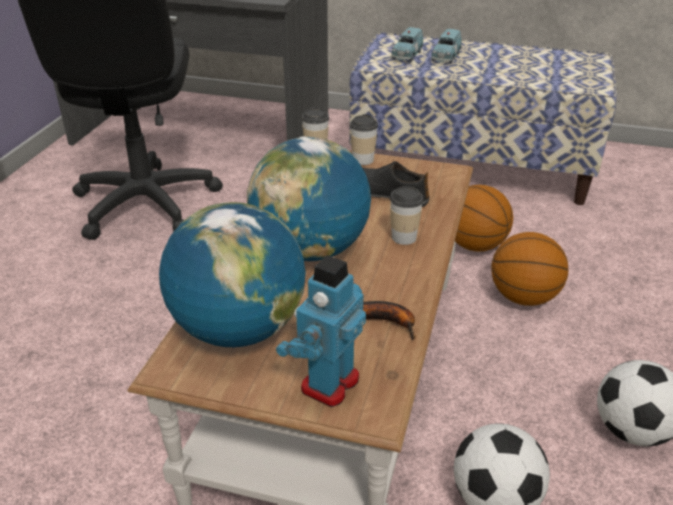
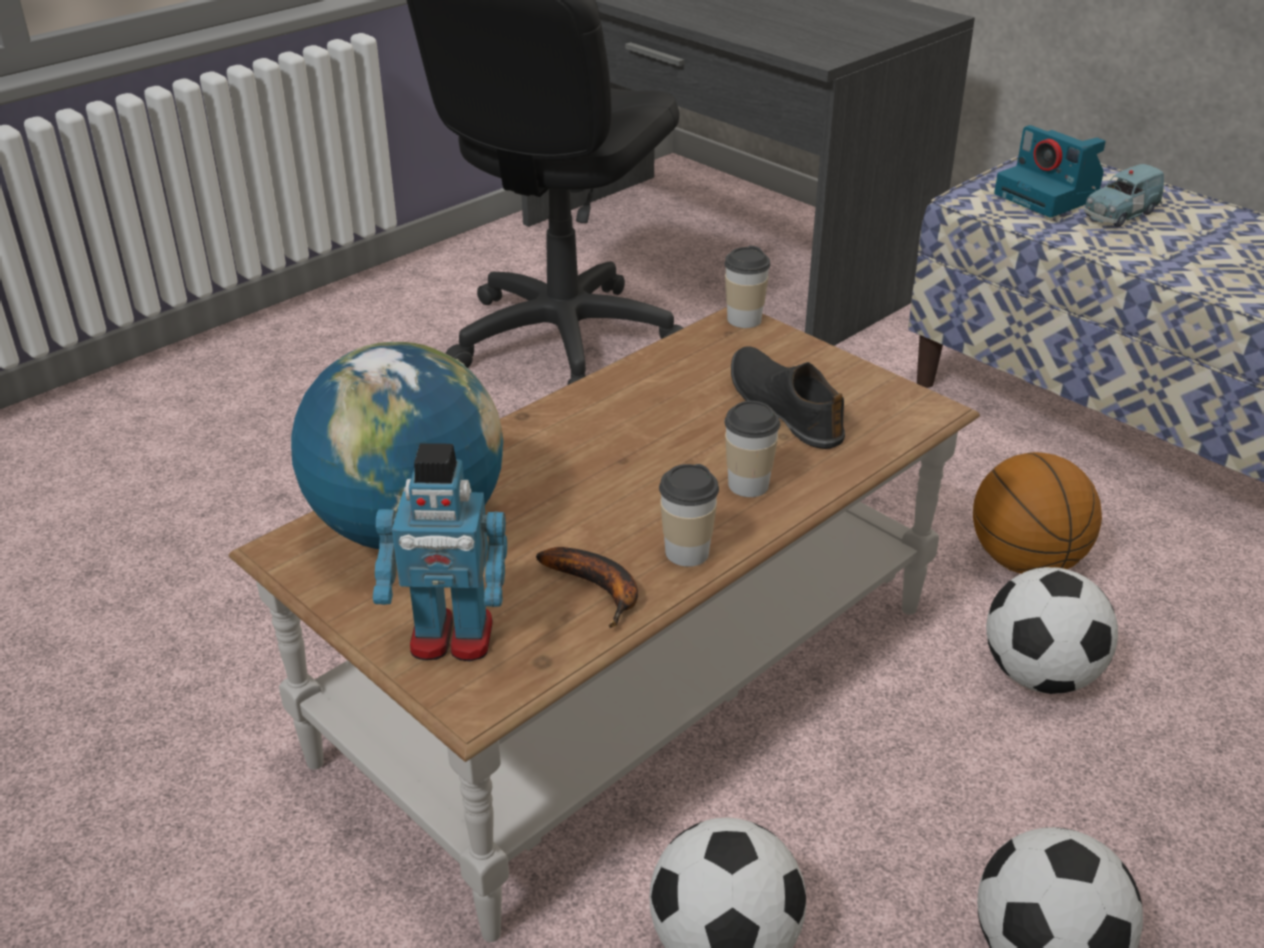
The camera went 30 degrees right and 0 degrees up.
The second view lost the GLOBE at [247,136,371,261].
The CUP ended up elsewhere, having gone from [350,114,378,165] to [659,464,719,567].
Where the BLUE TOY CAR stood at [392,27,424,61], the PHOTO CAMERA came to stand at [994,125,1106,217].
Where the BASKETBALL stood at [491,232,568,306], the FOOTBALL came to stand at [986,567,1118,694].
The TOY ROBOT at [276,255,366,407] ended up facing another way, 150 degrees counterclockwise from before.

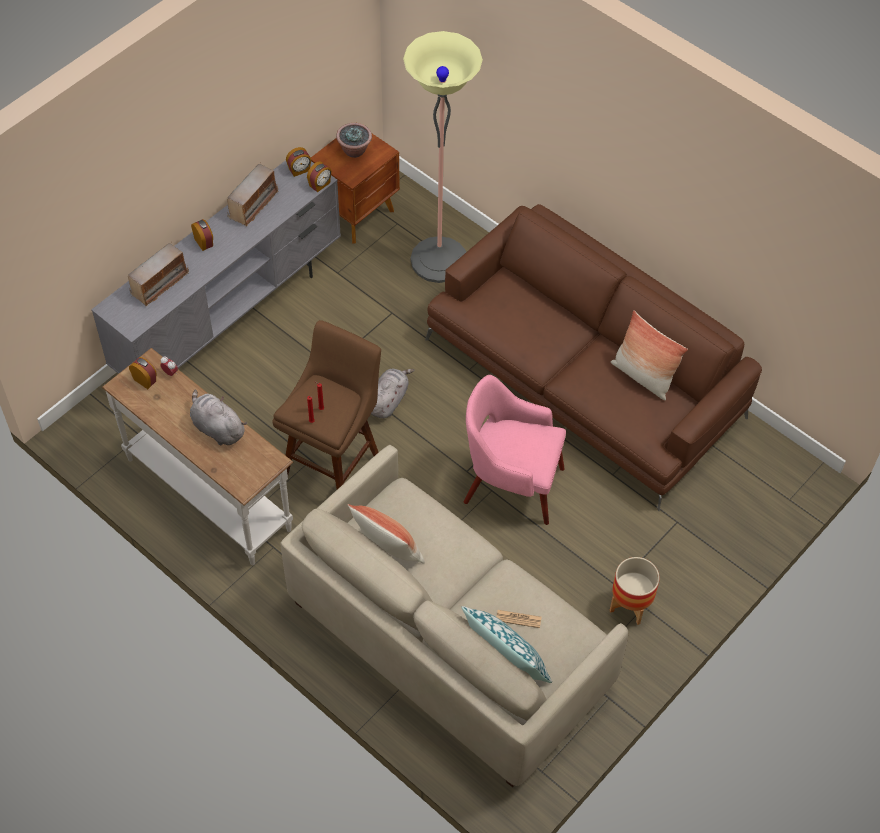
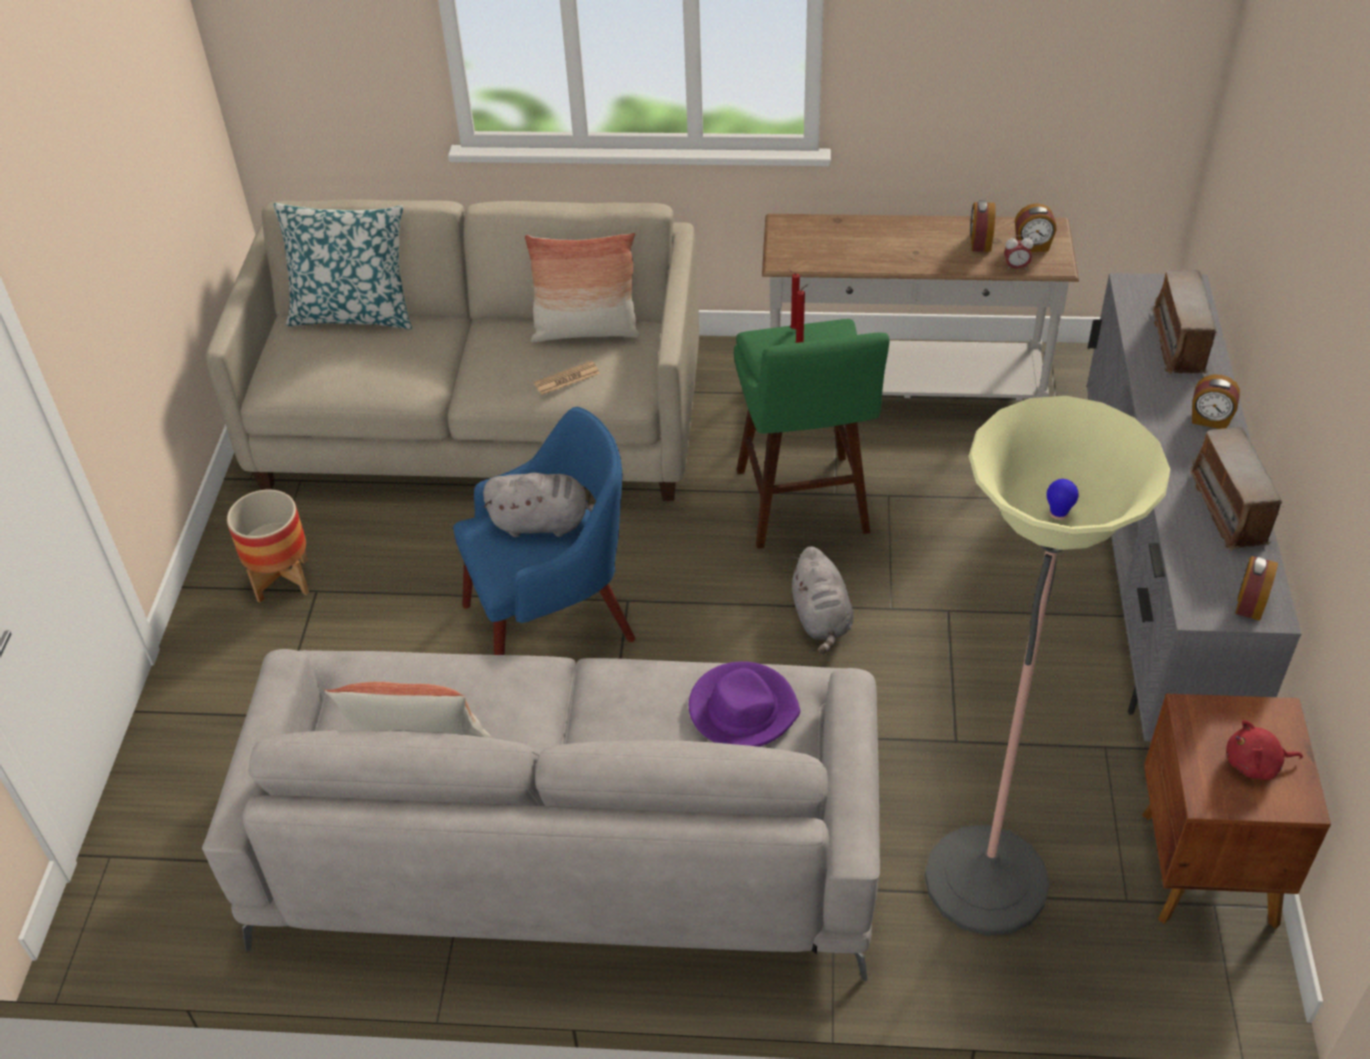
The camera went 145 degrees right and 10 degrees down.
The second view gained the PURPLE HAT at [689,661,800,747].
The GREY PLUSH TOY ended up elsewhere, having gone from [190,390,247,445] to [483,472,594,537].
The ALARM CLOCK ended up elsewhere, having gone from [307,161,332,192] to [970,200,995,252].
The NEWSPAPER ended up elsewhere, having gone from [497,610,542,628] to [534,361,600,395].
Where the POTTED PLANT stood at [336,123,372,158], the RED PLUSH TOY came to stand at [1226,720,1303,780].
What was the BROWN STOOL at [272,320,381,489] turned into the GREEN STOOL at [734,319,890,549].
What was the BROWN SOFA at [425,204,762,511] turned into the GREY SOFA at [202,649,880,982].
What was the PINK ARMCHAIR at [464,375,566,525] turned into the BLUE ARMCHAIR at [453,407,635,655].

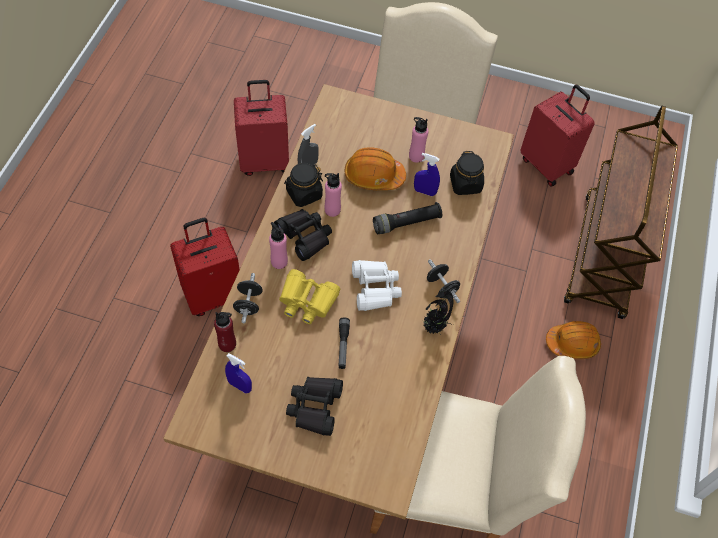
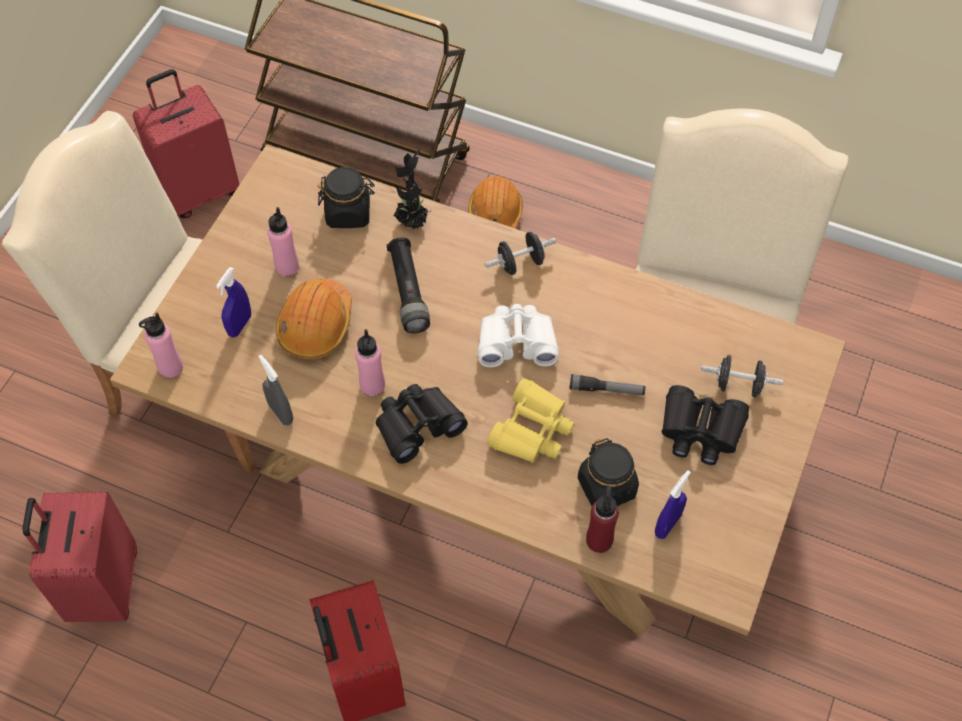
The camera went 80 degrees left and 0 degrees up.
The BLACK DUMBBELL ended up elsewhere, having gone from [233,273,263,323] to [701,355,783,397].
The PINK BOTTLE ended up elsewhere, having gone from [269,222,288,269] to [139,313,183,378].
The BLACK JAR ended up elsewhere, having gone from [284,163,323,207] to [578,438,639,506].
The BLUE SPRAY BOTTLE ended up elsewhere, having gone from [414,153,440,196] to [216,267,251,337].
The POTTED PLANT ended up elsewhere, having gone from [424,289,453,335] to [393,150,431,230].

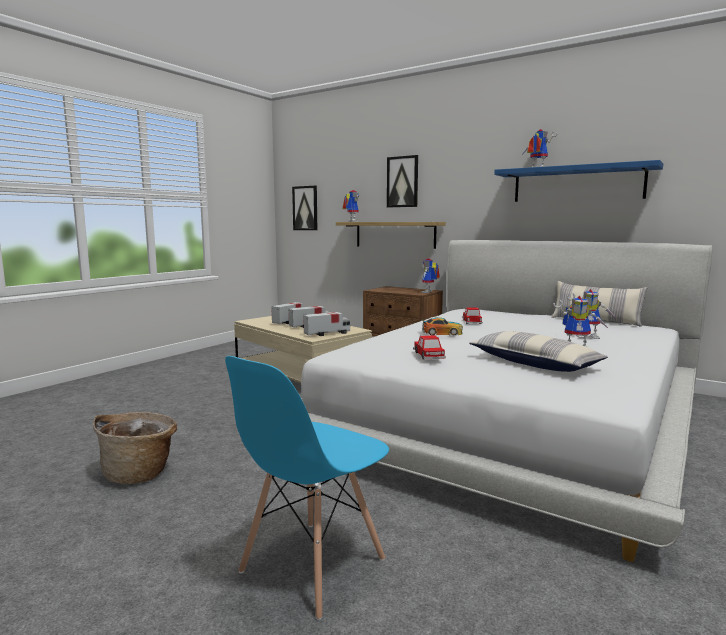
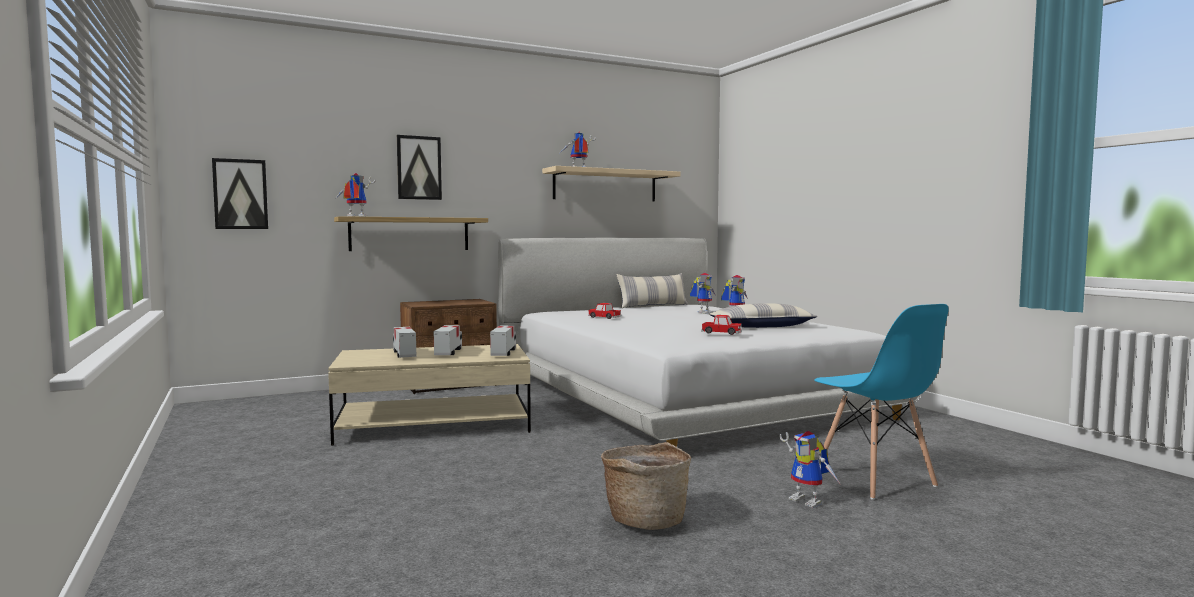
The camera went 60 degrees left and 5 degrees down.
The second view lost the TOY CAR at [422,317,463,336].
The TOY ROBOT ended up elsewhere, having gone from [422,258,440,293] to [779,431,841,508].
What was the BLUE SHELF at [494,160,663,202] turned into the BEIGE SHELF at [542,166,681,202].

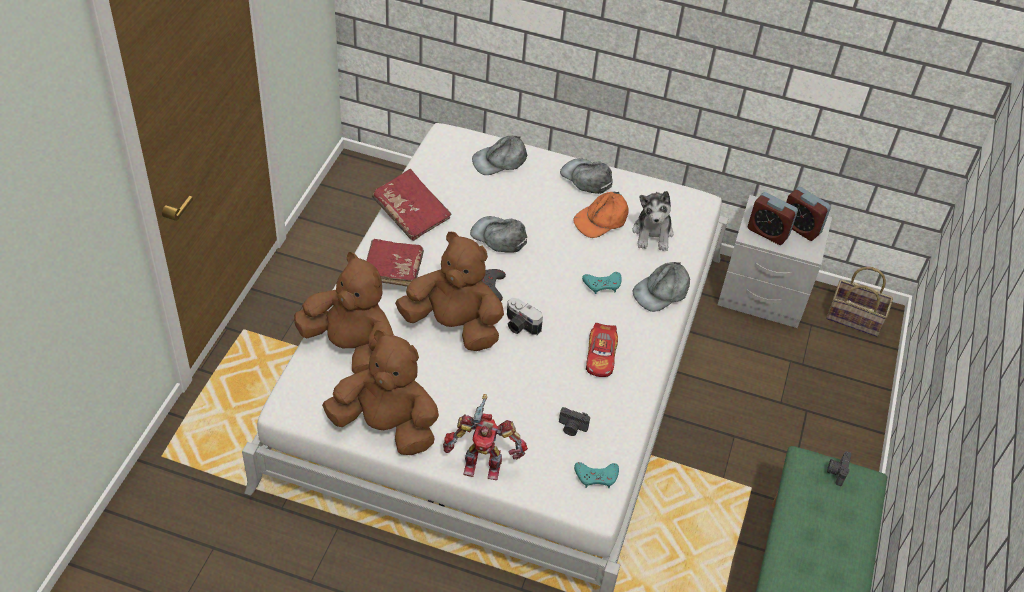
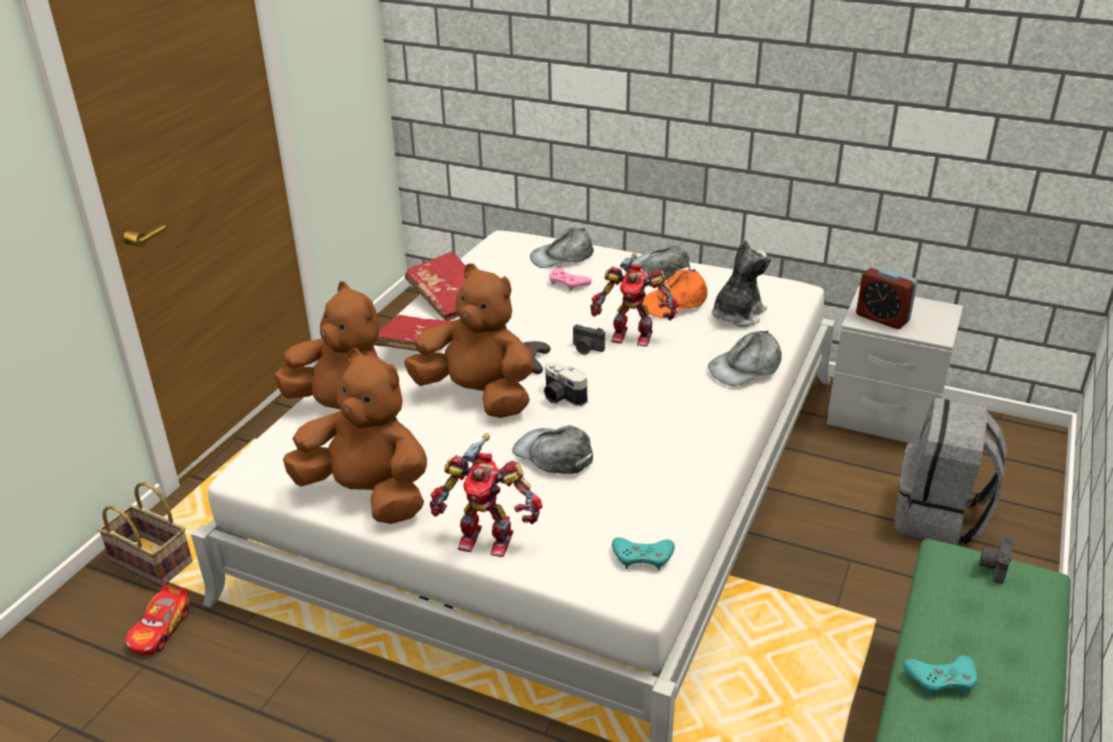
The camera went 10 degrees right and 15 degrees down.
The second view lost the ALARM CLOCK at [786,187,831,241].
The second view gained the PINK GAME CONTROLLER at [549,268,592,291].
The second view gained the TOY ROBOT at [590,253,679,347].
The second view gained the GREY BACKPACK at [895,398,1007,545].
The GREY CAP ended up elsewhere, having gone from [470,216,527,253] to [512,425,593,474].
The PHOTO CAMERA ended up elsewhere, having gone from [559,407,590,436] to [573,325,605,355].
The TURQUOISE GAME CONTROLLER ended up elsewhere, having gone from [582,272,622,294] to [903,655,977,697].
The TOY CAR ended up elsewhere, having gone from [586,323,618,377] to [125,584,190,655].
The BASKET ended up elsewhere, having gone from [827,267,893,337] to [98,482,193,587].
The PLUSH TOY at [633,191,673,251] ended up facing another way, 150 degrees counterclockwise from before.

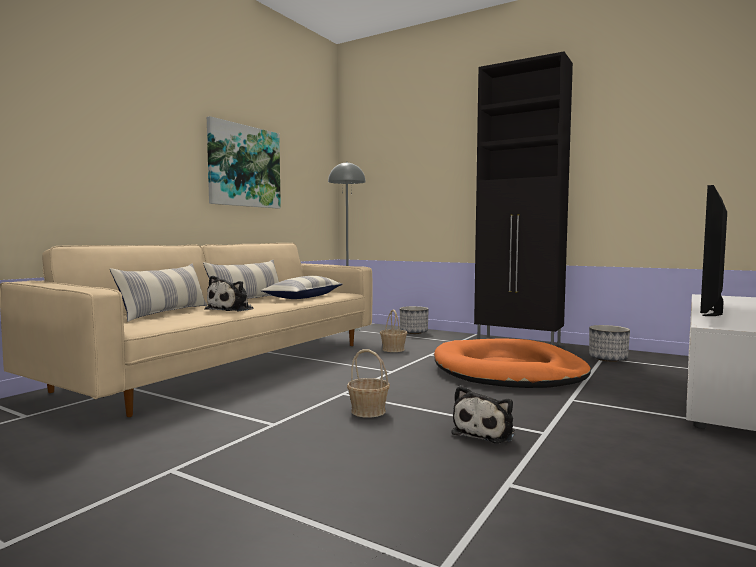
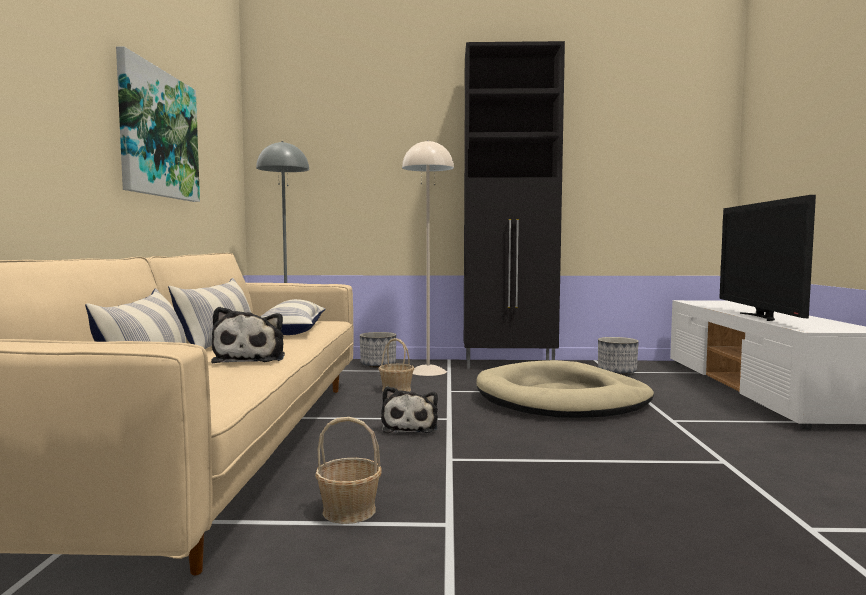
The camera went 30 degrees left and 0 degrees up.
The second view gained the BEIGE FLOOR LAMP at [402,140,454,376].
The BASKET ended up elsewhere, having gone from [347,349,390,418] to [315,417,381,524].
The PLUSH TOY ended up elsewhere, having gone from [451,386,515,443] to [381,386,438,433].
What was the ORANGE DOG BED at [434,338,591,388] turned into the BEIGE DOG BED at [477,360,654,418].

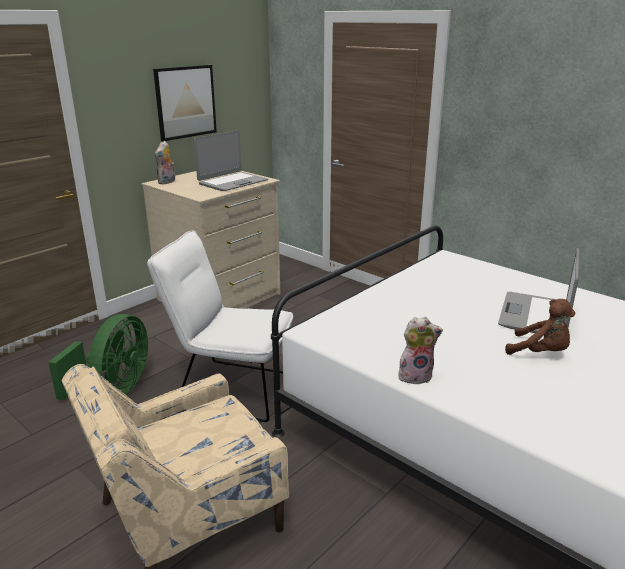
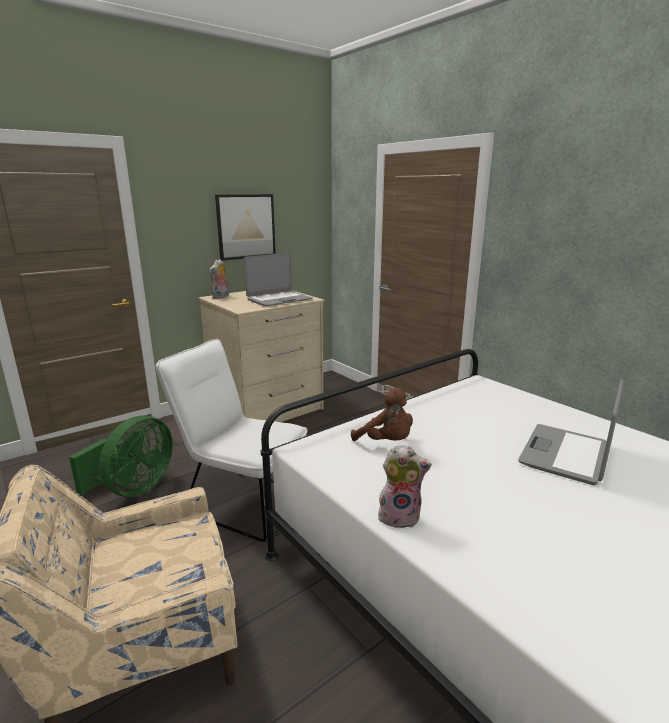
The camera went 10 degrees right and 5 degrees down.
The BROWN PLUSH TOY ended up elsewhere, having gone from [505,299,575,355] to [351,387,413,441].

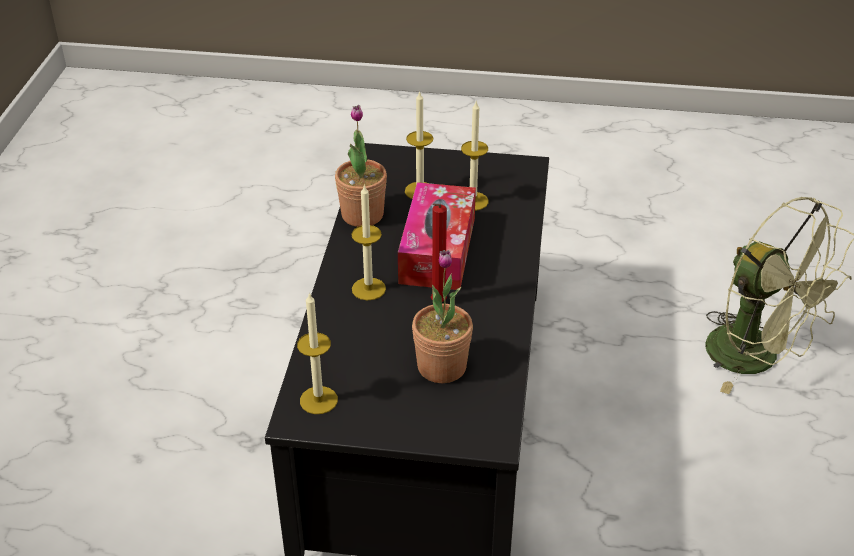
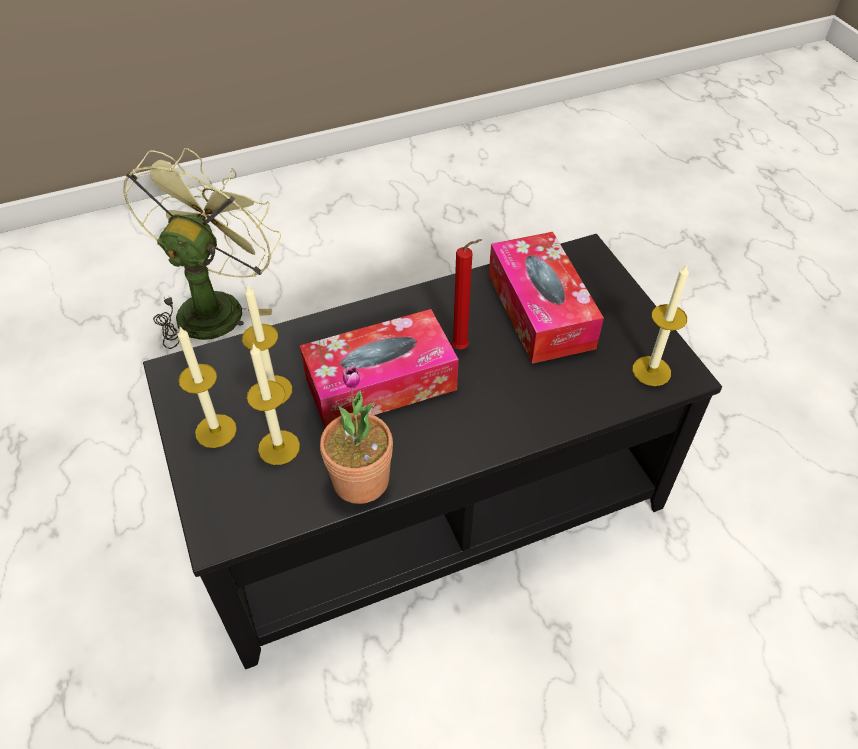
The camera went 120 degrees left and 10 degrees up.
The CANDLE ended up elsewhere, having gone from [351,184,386,300] to [178,327,237,448].
Where the POTTED PLANT stood at [412,250,473,383], the TISSUE BOX came to stand at [489,232,604,364].

